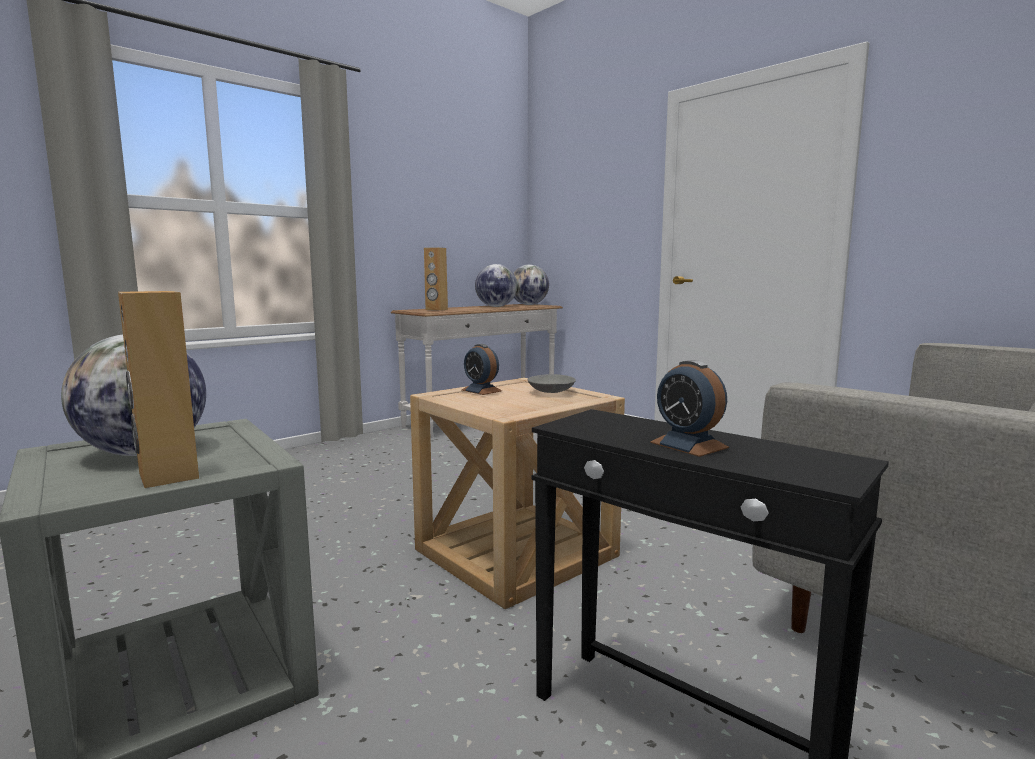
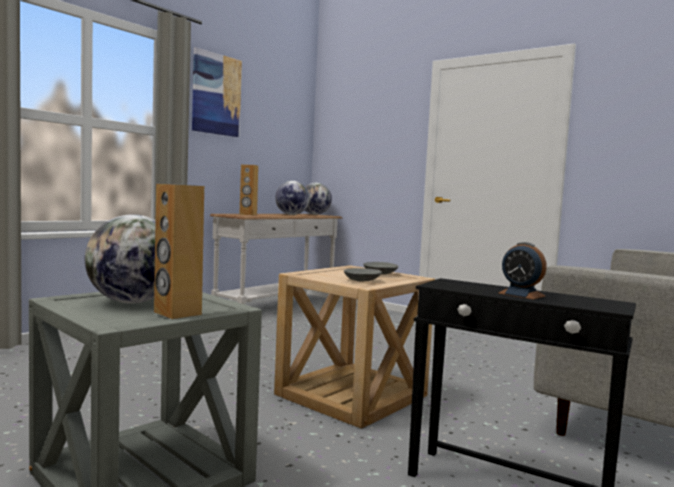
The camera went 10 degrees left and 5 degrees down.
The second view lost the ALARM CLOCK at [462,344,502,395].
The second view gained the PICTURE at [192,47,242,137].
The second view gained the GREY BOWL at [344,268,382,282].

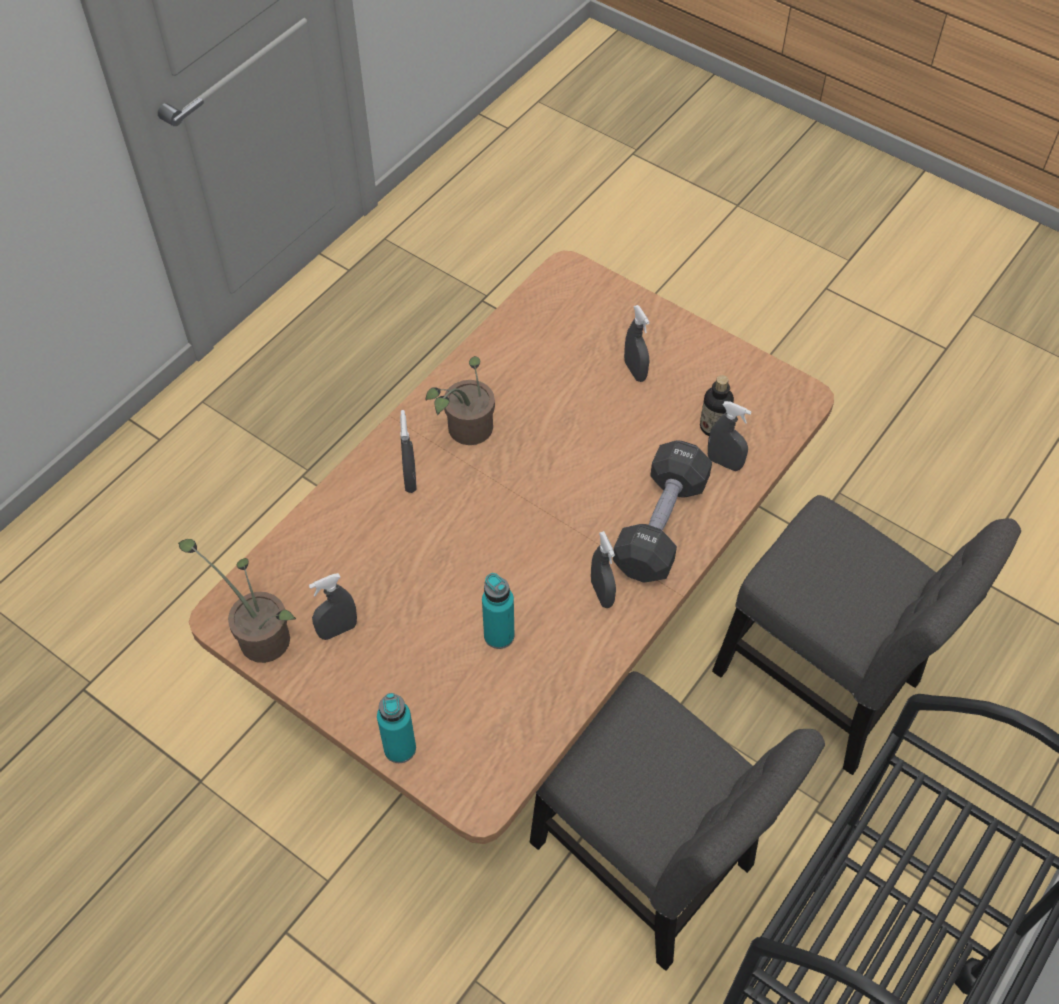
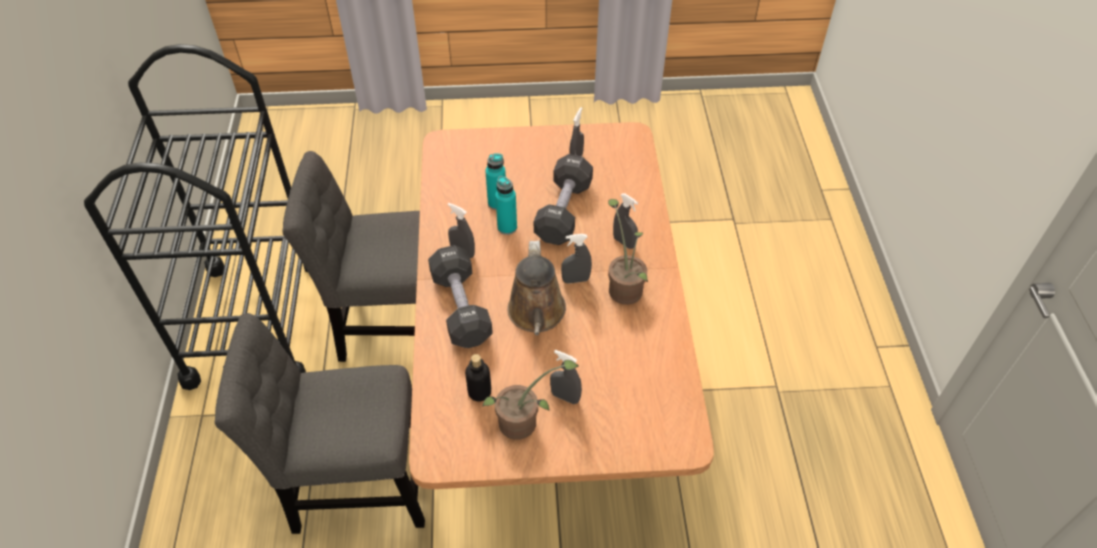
The camera went 140 degrees right and 5 degrees down.
The second view gained the BROWN WATERING CAN at [507,241,566,335].
The second view gained the BLACK DUMBBELL at [534,154,593,245].
The POTTED PLANT ended up elsewhere, having gone from [178,539,296,663] to [483,360,579,440].
The TURQUOISE BOTTLE ended up elsewhere, having gone from [377,693,416,763] to [495,176,517,235].
The GREY SPRAY BOTTLE ended up elsewhere, having gone from [708,401,752,471] to [561,234,592,284].

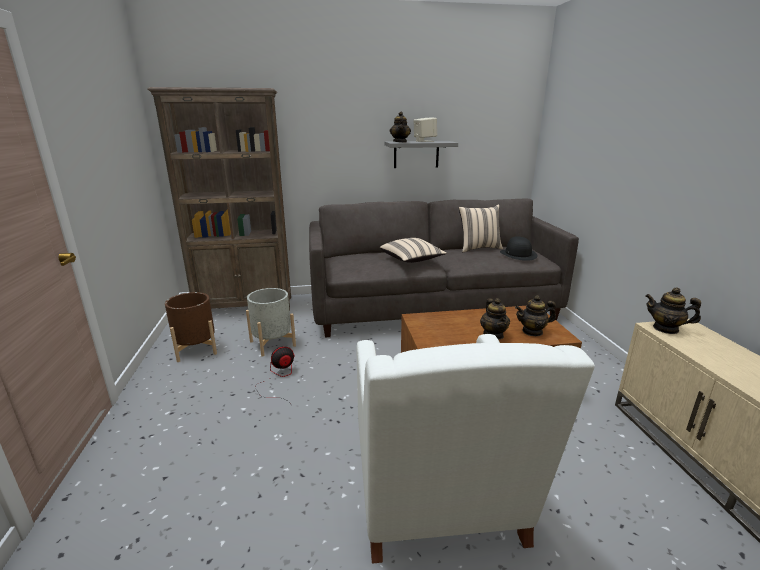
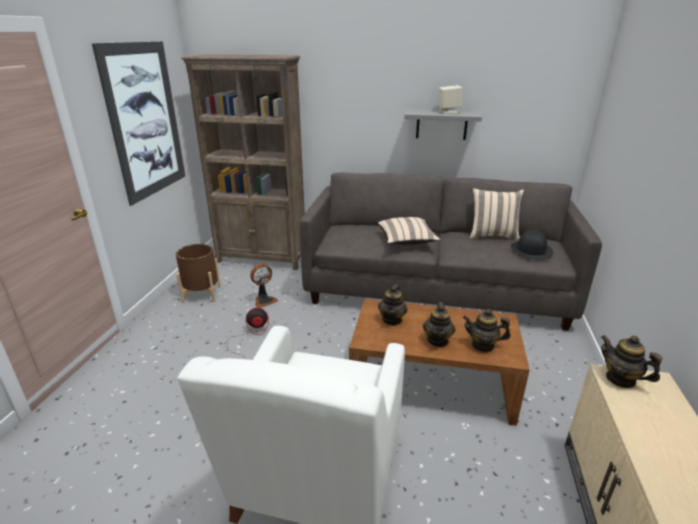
The camera went 20 degrees right and 5 degrees up.
The second view gained the PICTURE at [92,42,185,206].
The TEAPOT ended up elsewhere, having gone from [390,112,411,142] to [378,284,408,326].
Where the GREY PLANTER stood at [246,288,296,357], the FAN came to stand at [250,264,278,308].

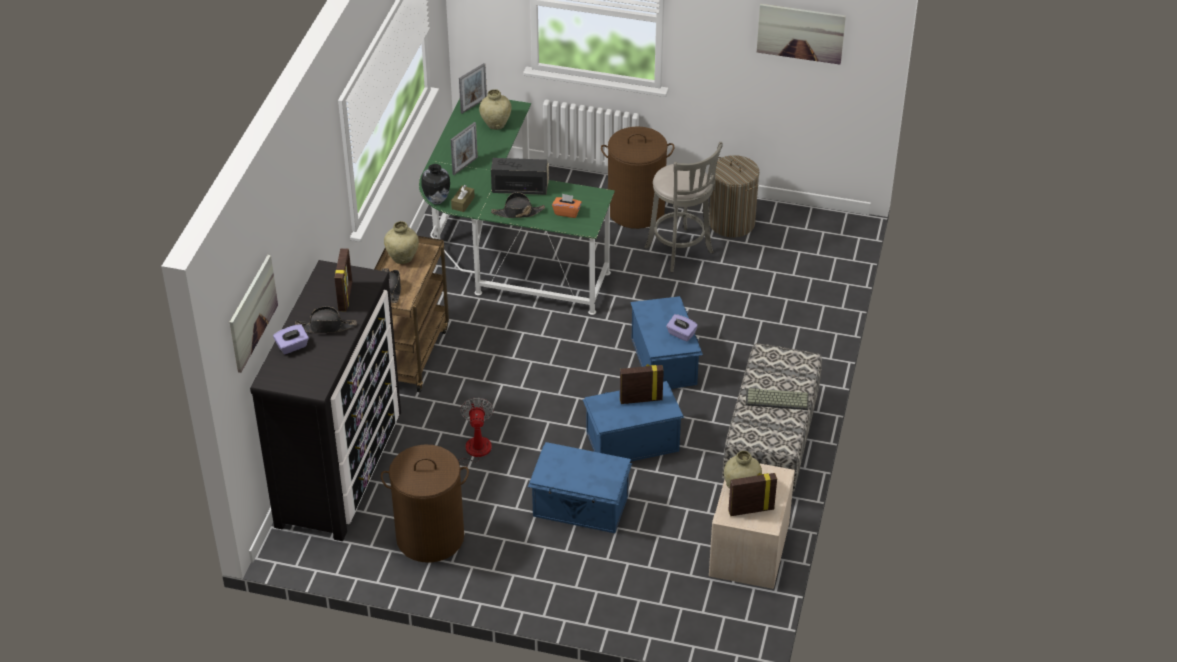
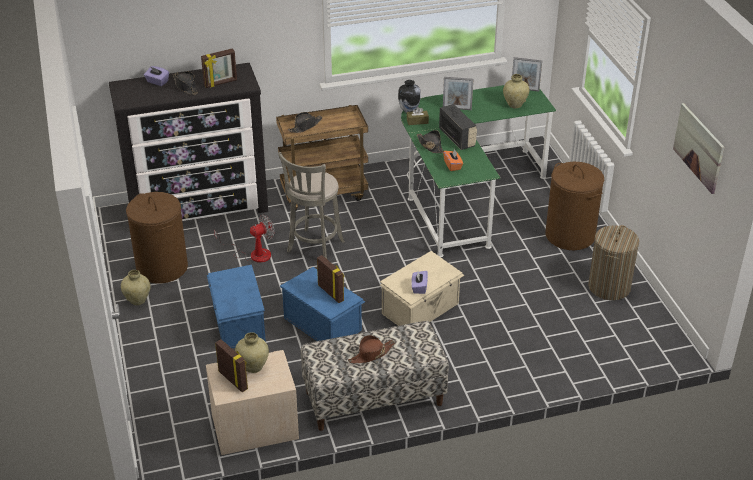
The camera went 60 degrees right and 5 degrees down.
The second view lost the PICTURE at [230,255,278,373].
The BEIGE VASE ended up elsewhere, having gone from [384,221,419,264] to [121,270,151,305].
The GREY STOOL ended up elsewhere, having gone from [645,142,723,272] to [278,152,345,259].
Where the KEYBOARD stood at [745,388,809,410], the BROWN HAT came to stand at [348,335,395,363].
What was the BLUE STORAGE BOX at [631,296,703,389] turned into the BEIGE STORAGE BOX at [380,251,464,326].

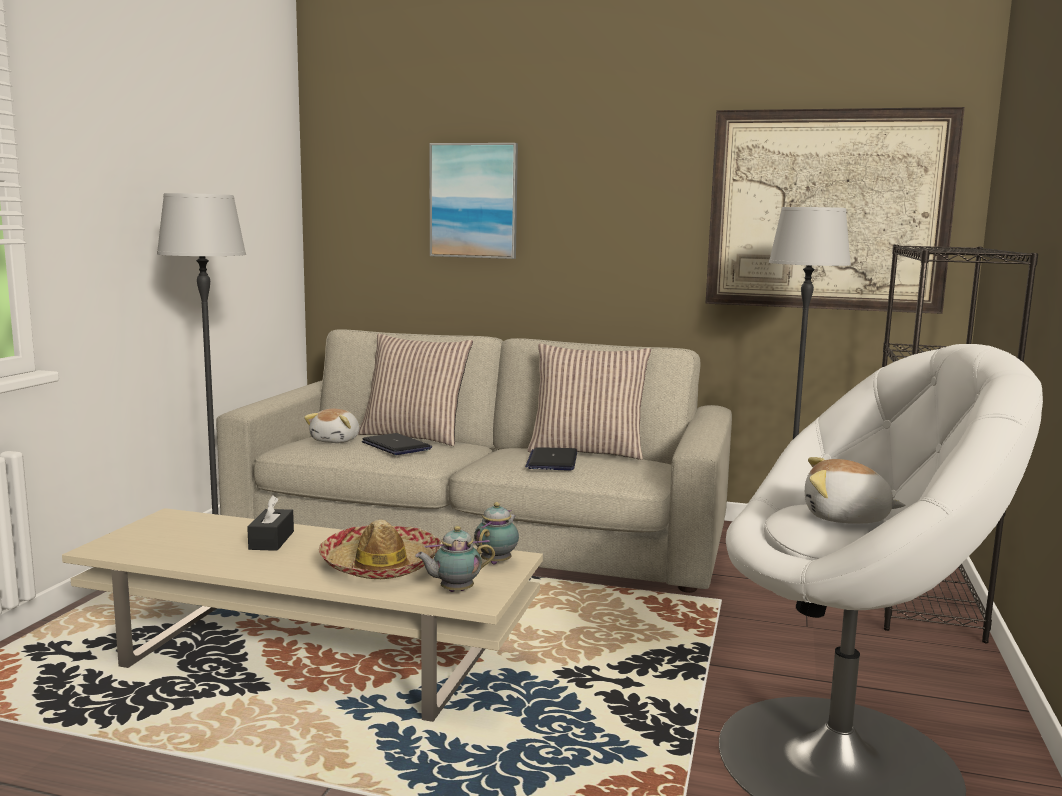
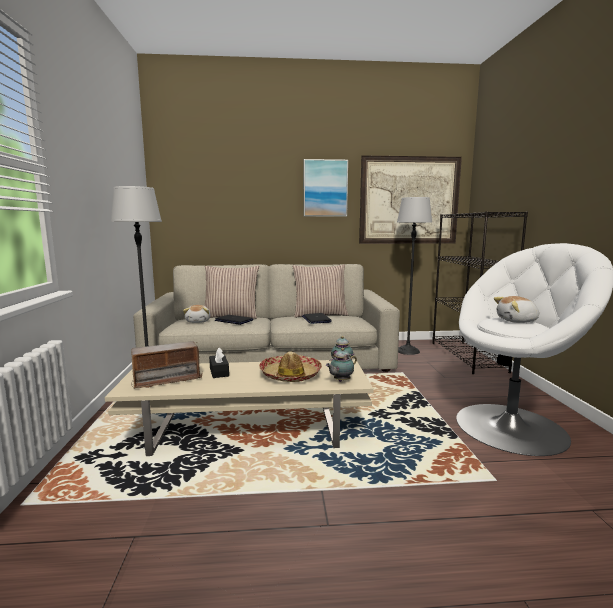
The camera went 20 degrees left and 0 degrees up.
The second view gained the RADIO at [130,341,203,389].
The PICTURE ended up elsewhere, having gone from [429,143,518,259] to [304,159,348,217].

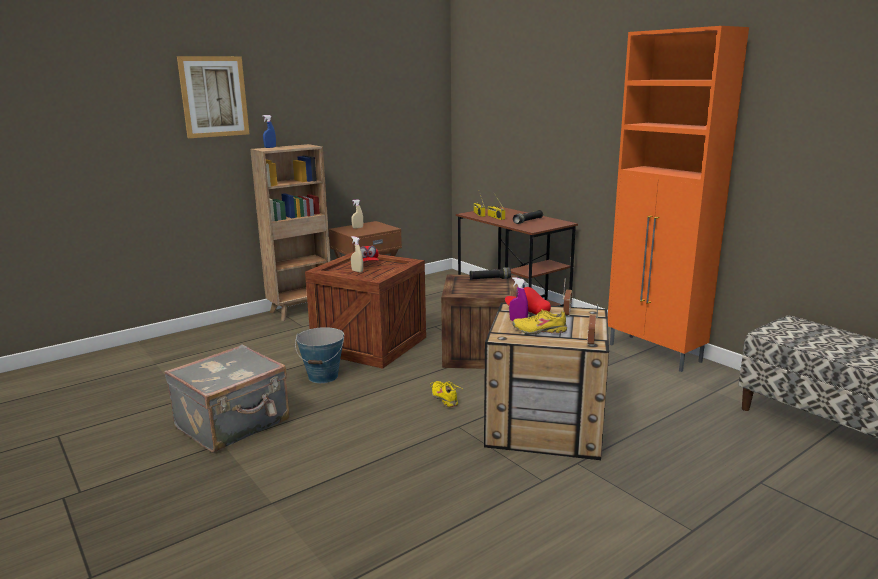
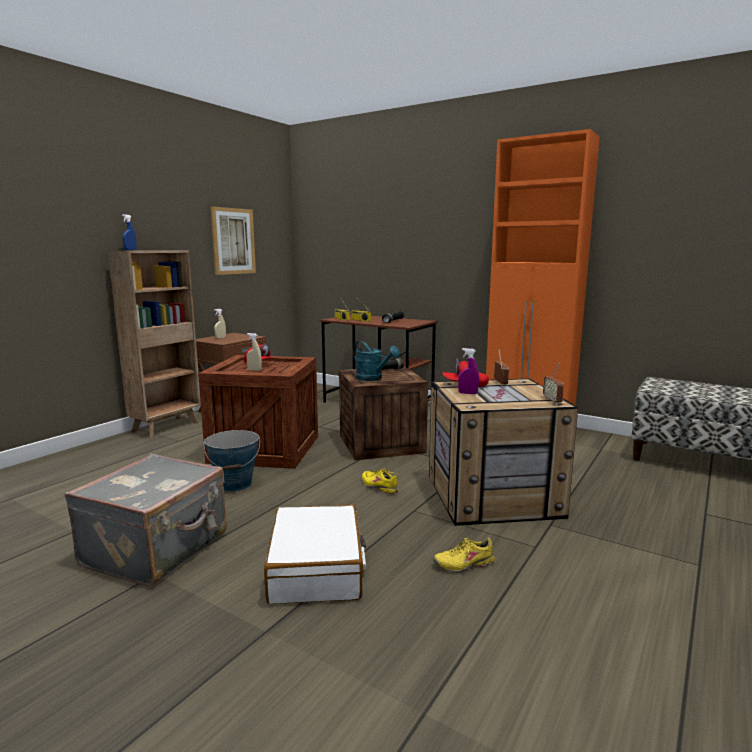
The camera went 20 degrees left and 5 degrees down.
The second view gained the WHITE SUITCASE at [264,505,366,604].
The second view gained the TURQUOISE WATERING CAN at [353,341,399,381].
The PICTURE ended up elsewhere, having gone from [177,56,249,138] to [211,206,256,275].
The YELLOW SHOE ended up elsewhere, having gone from [512,309,567,334] to [433,538,495,572].

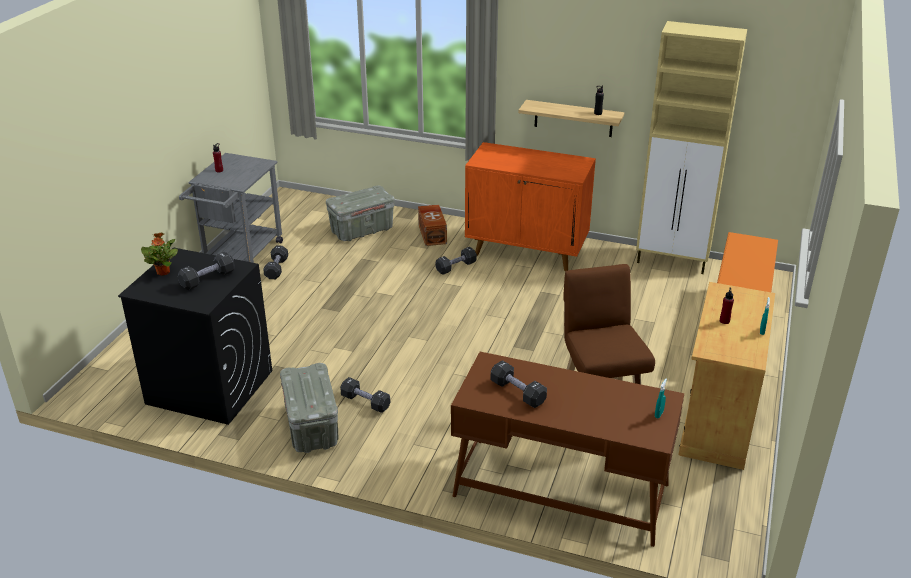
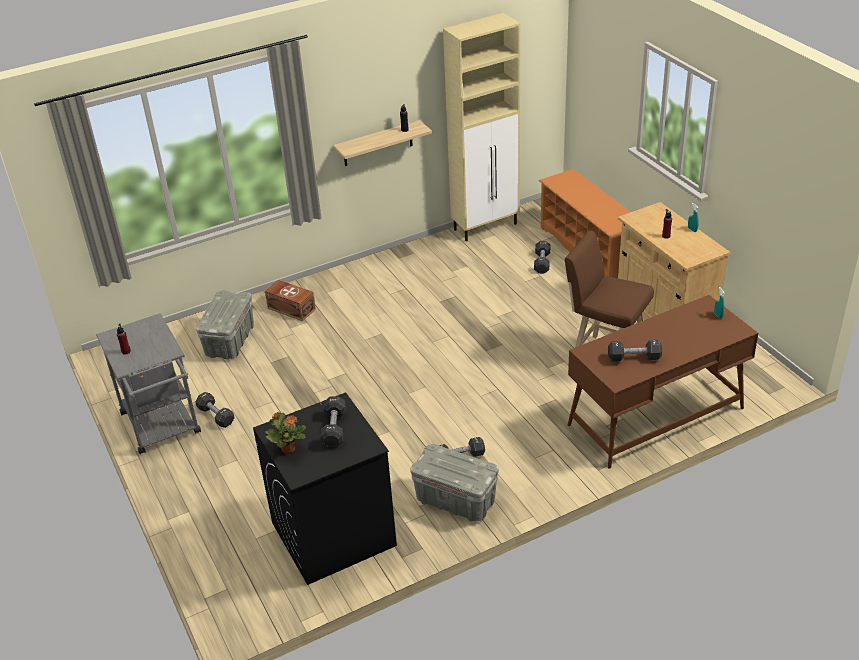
The camera went 45 degrees left and 5 degrees up.
The second view lost the ORANGE CABINET at [465,142,596,271].
The BLACK DUMBBELL ended up elsewhere, having gone from [435,247,477,275] to [534,241,550,274].

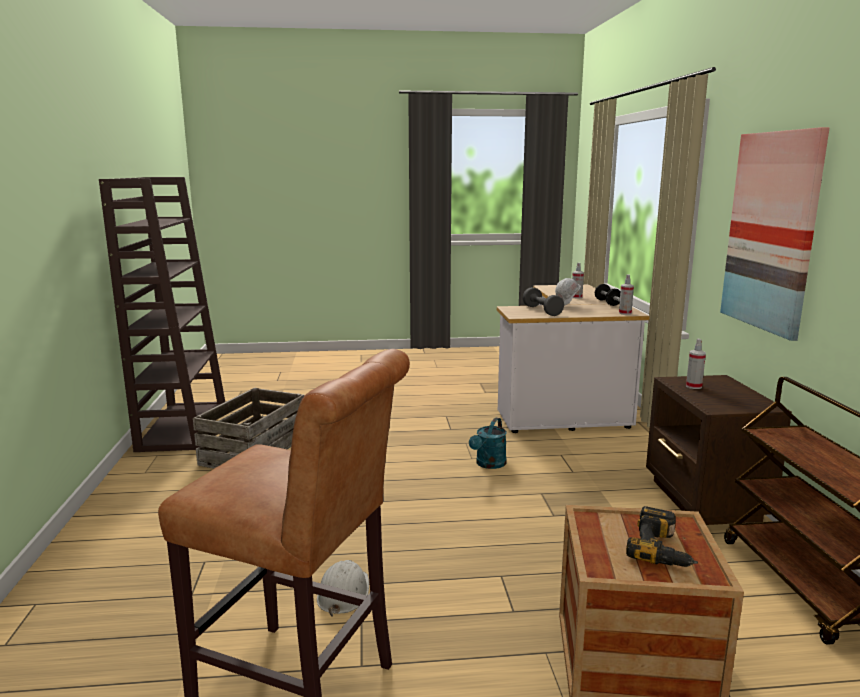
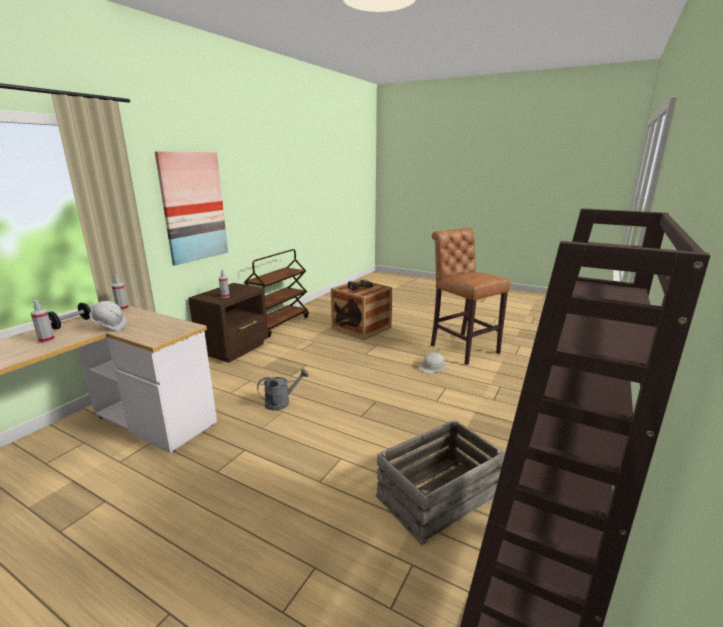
The camera went 145 degrees left and 5 degrees up.
The second view lost the GREY DUMBBELL at [523,287,564,316].
What was the TURQUOISE WATERING CAN at [469,418,507,469] turned into the GREY WATERING CAN at [257,368,309,411].

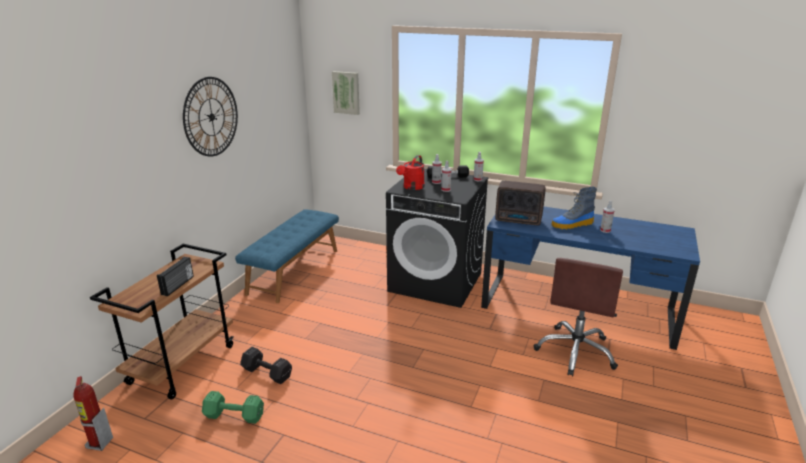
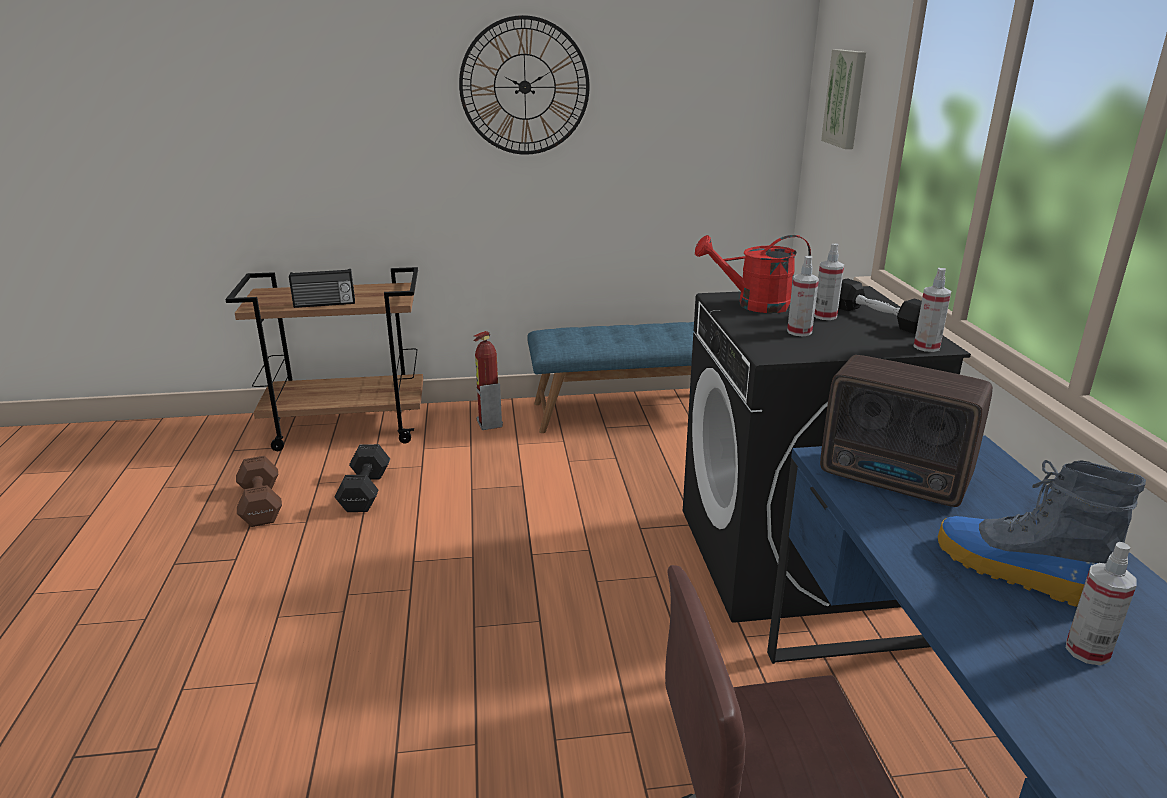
The camera went 60 degrees right and 0 degrees up.
The FIRE EXTINGUISHER ended up elsewhere, having gone from [73,376,113,451] to [473,331,503,430].
What was the GREEN DUMBBELL at [202,391,264,424] turned into the BROWN DUMBBELL at [236,456,282,527].
The RADIO at [495,181,546,225] ended up facing another way, 45 degrees counterclockwise from before.

